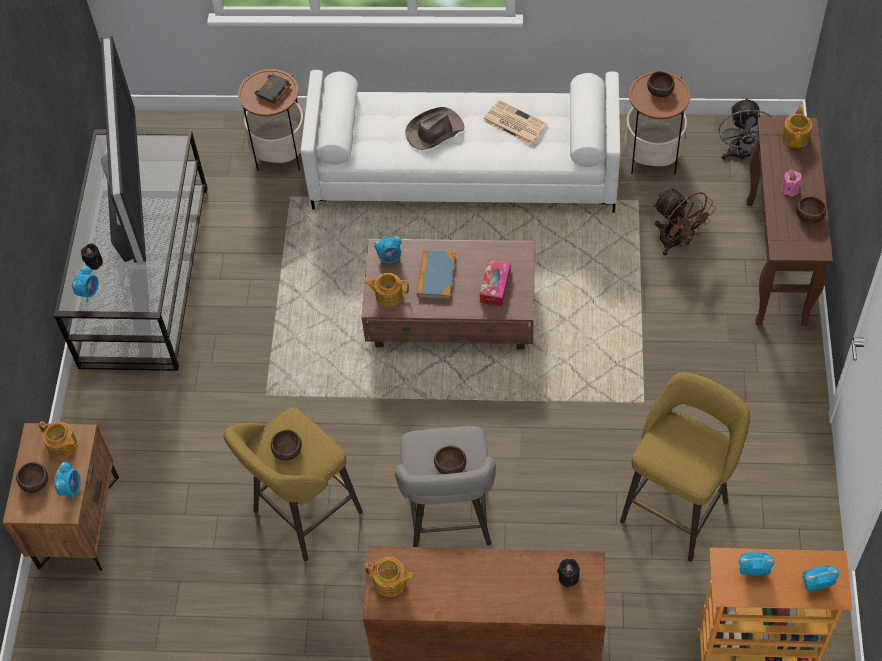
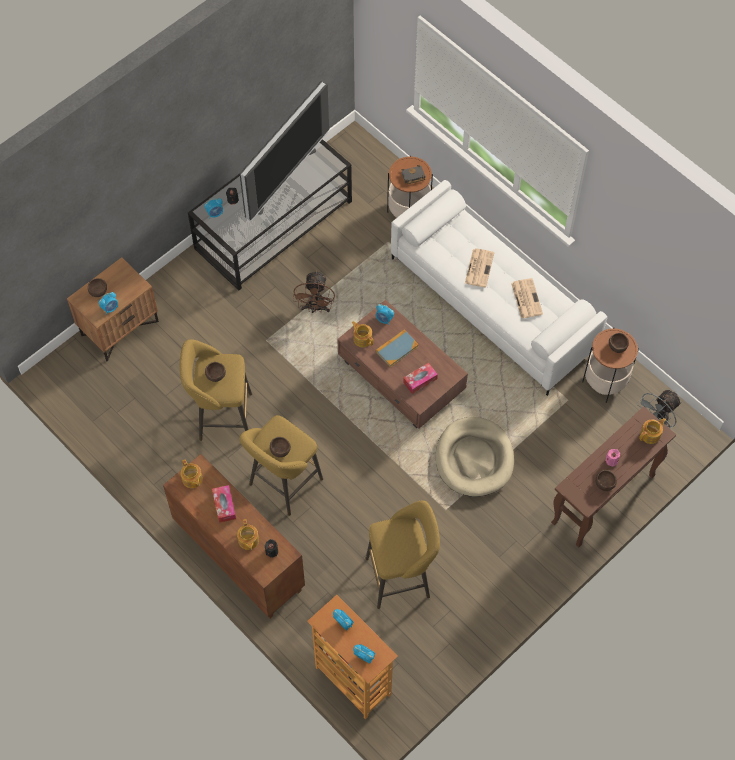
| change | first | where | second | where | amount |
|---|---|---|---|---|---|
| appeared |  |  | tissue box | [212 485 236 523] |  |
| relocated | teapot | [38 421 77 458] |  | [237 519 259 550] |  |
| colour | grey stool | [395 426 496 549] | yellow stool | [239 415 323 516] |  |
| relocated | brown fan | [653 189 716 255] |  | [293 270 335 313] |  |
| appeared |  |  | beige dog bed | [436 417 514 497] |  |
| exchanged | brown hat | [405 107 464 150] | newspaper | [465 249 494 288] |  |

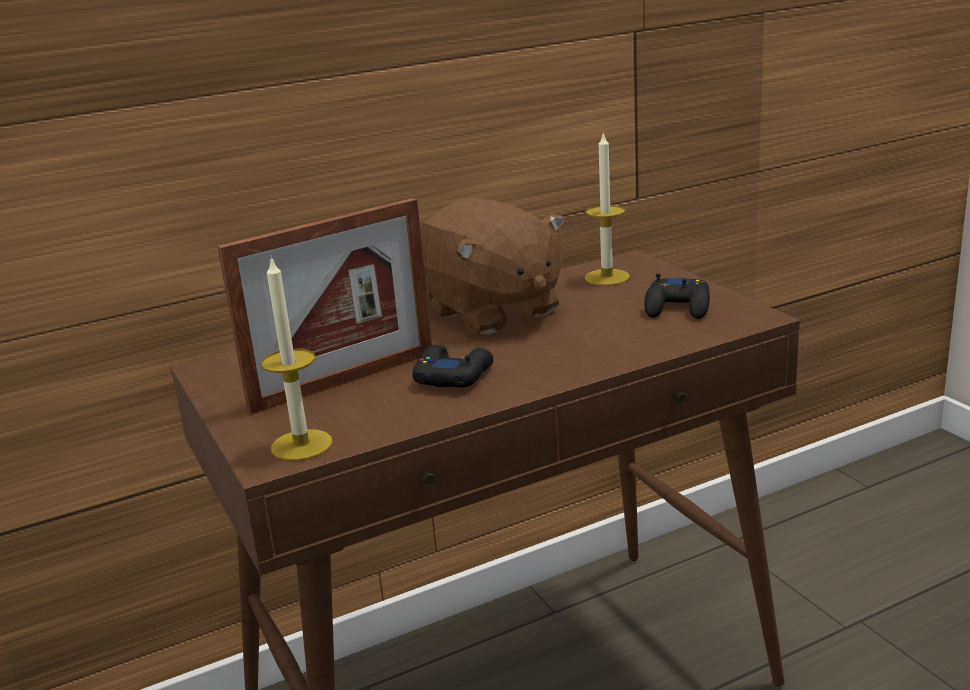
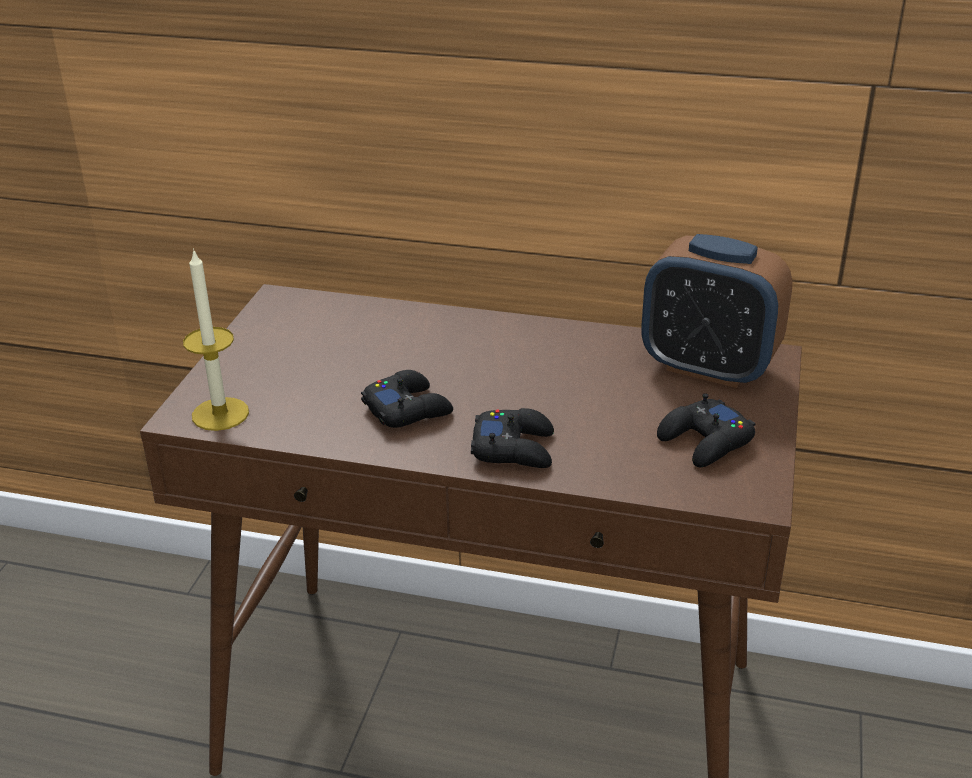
| change | first | where | second | where | amount |
|---|---|---|---|---|---|
| appeared |  |  | black game controller | [471 408 554 468] |  |
| exchanged | candle | [584 131 630 286] | alarm clock | [641 234 792 388] |  |
| missing | picture frame | [217 198 432 414] |  |  |  |
| missing | brown plush toy | [420 198 565 335] |  |  |  |

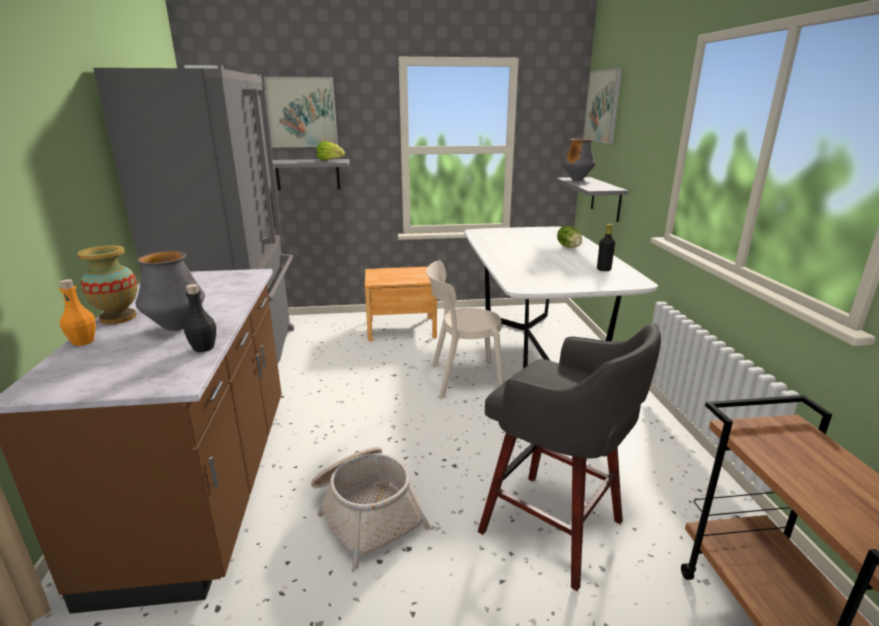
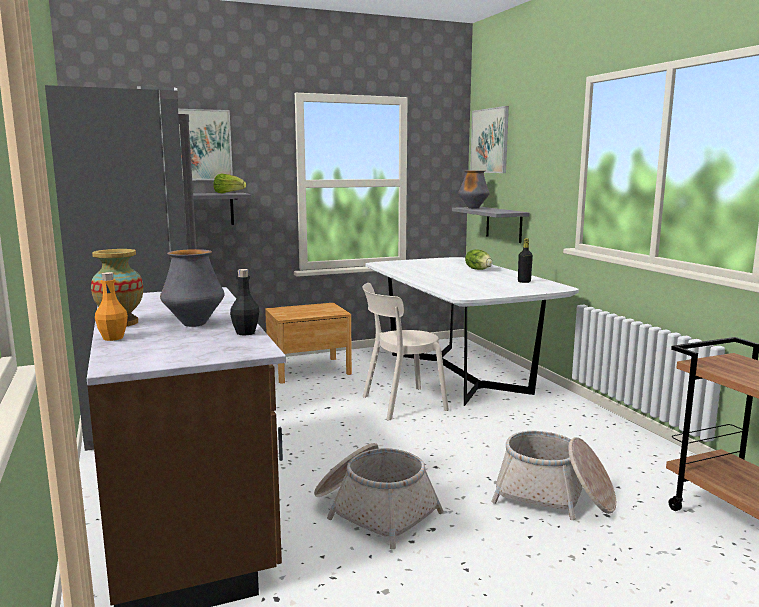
| change | first | where | second | where | amount |
|---|---|---|---|---|---|
| exchanged | grey stool | [478 323 661 591] | basket | [491 431 616 520] |  |

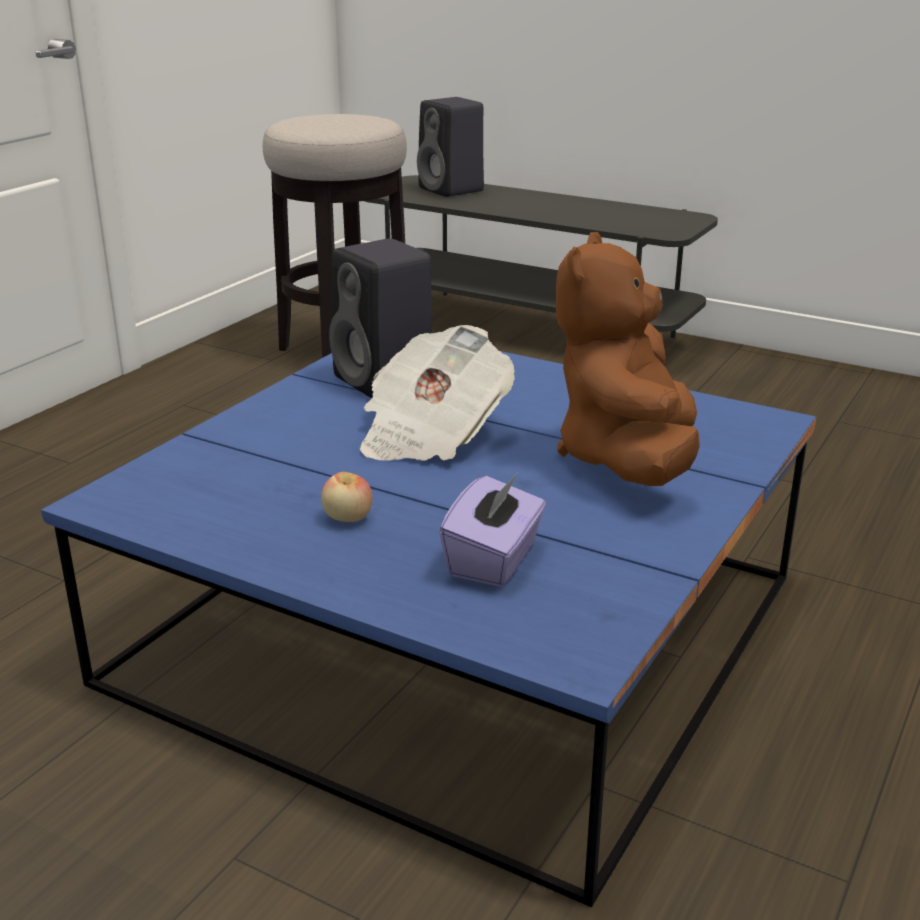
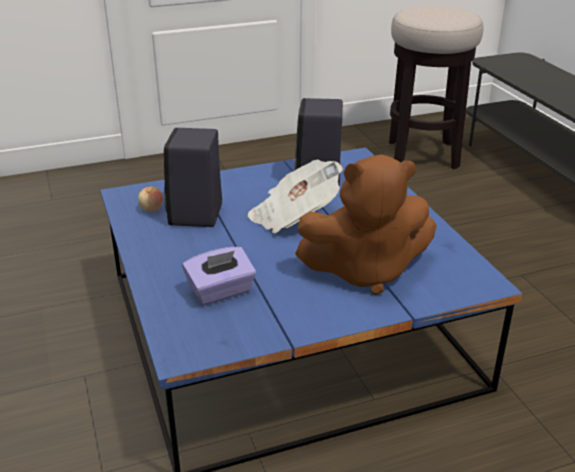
| change | first | where | second | where | amount |
|---|---|---|---|---|---|
| relocated | apple | [321 472 373 522] |  | [138 186 163 212] |  |
| relocated | black speaker | [417 97 484 197] |  | [164 128 222 227] |  |
| spun | brown plush toy | [556 232 700 486] |  | [295 154 437 295] | 150 degrees counterclockwise |

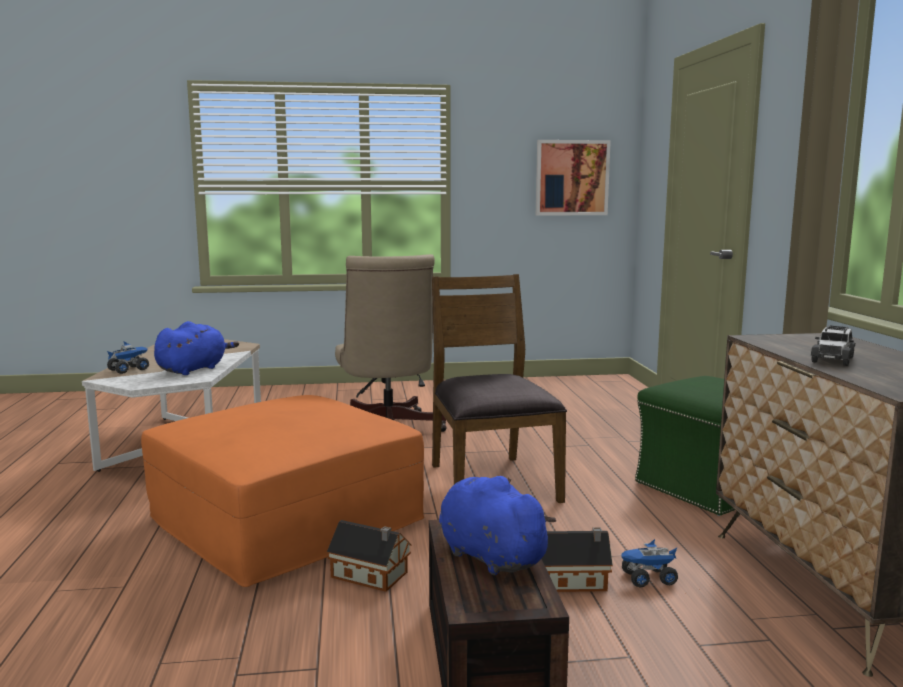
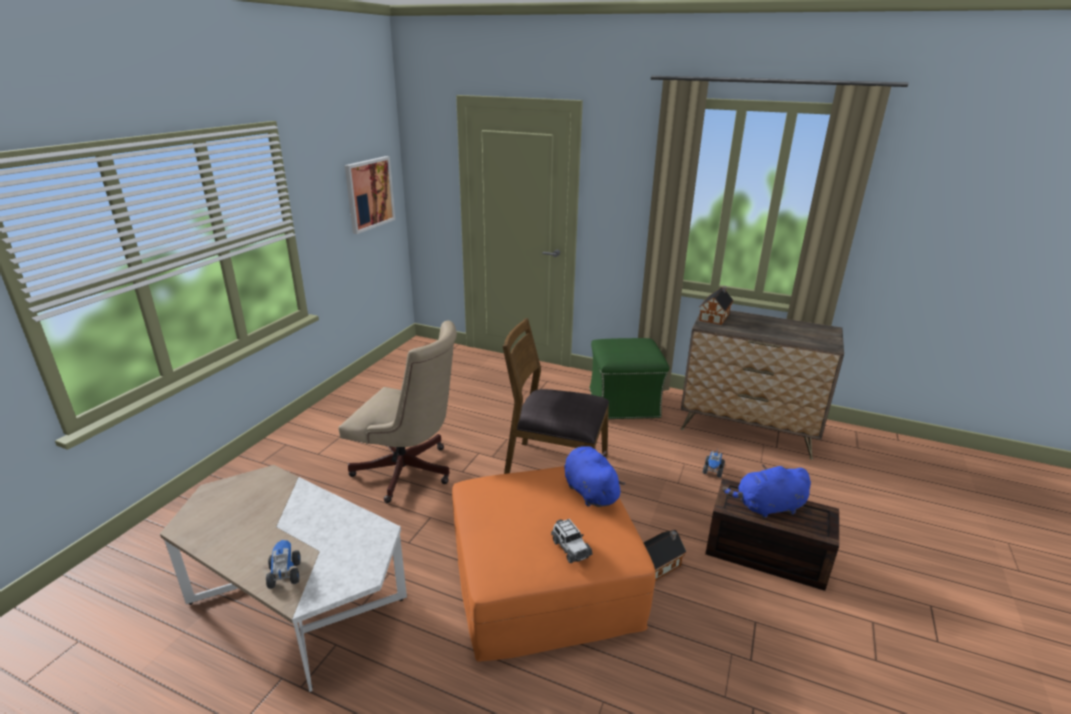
| change | first | where | second | where | amount |
|---|---|---|---|---|---|
| relocated | toy car | [811 325 855 366] |  | [551 519 592 563] |  |
| relocated | blue plush toy | [154 321 239 375] |  | [564 446 625 507] |  |
| relocated | toy house | [542 527 613 592] |  | [699 286 734 325] |  |

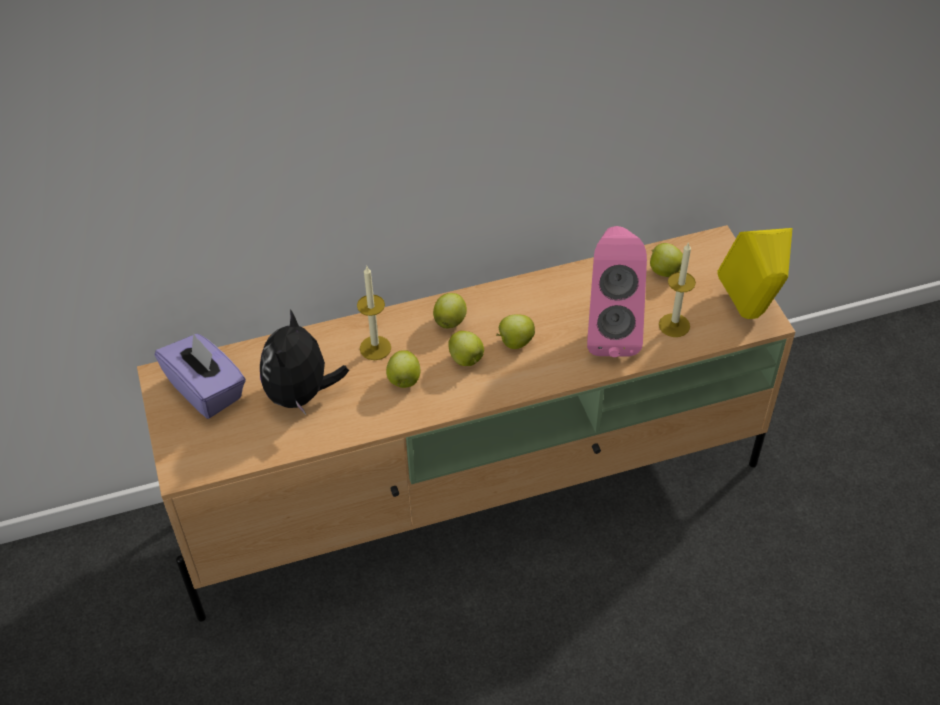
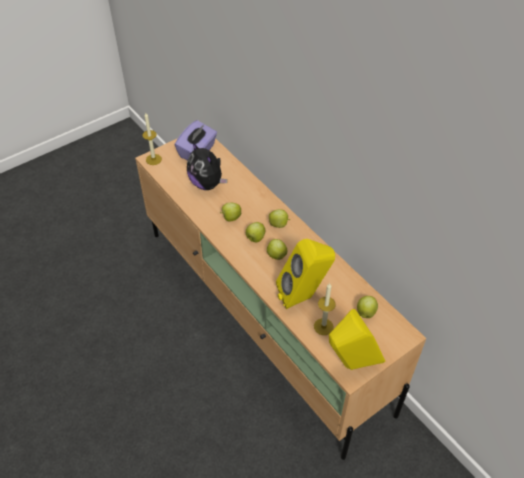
| change | first | where | second | where | amount |
|---|---|---|---|---|---|
| relocated | candle | [357 266 391 360] |  | [142 113 162 165] |  |
| spun | plush toy | [260 309 349 415] |  | [187 142 227 190] | 120 degrees counterclockwise |
| colour | pink speaker | [587 226 647 357] | yellow speaker | [276 239 335 309] |  |

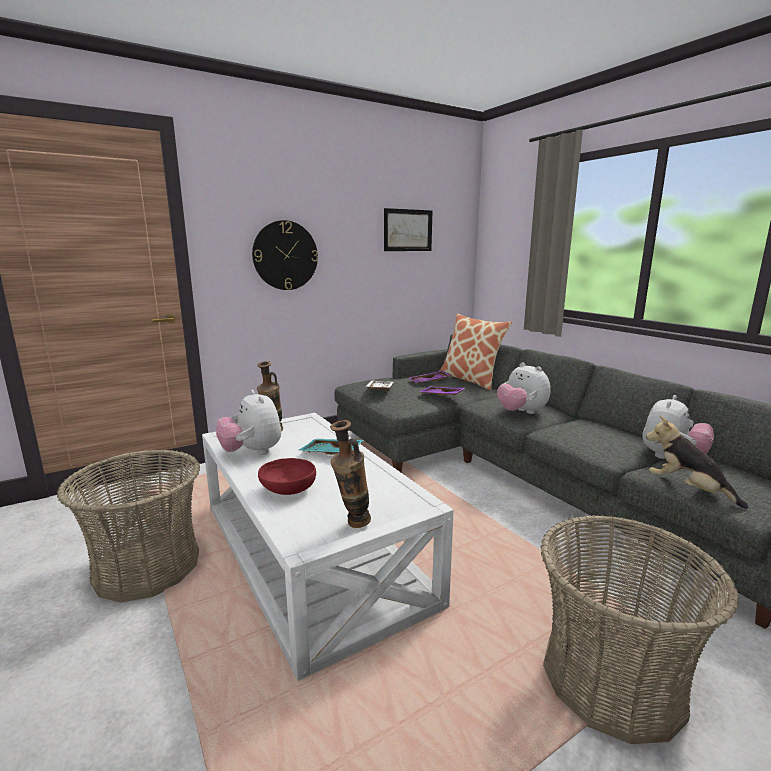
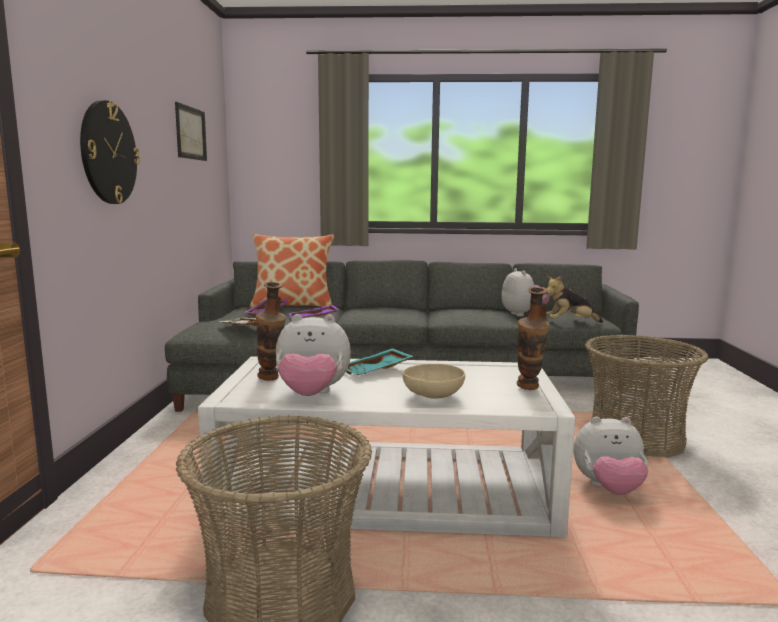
| change | first | where | second | where | amount |
|---|---|---|---|---|---|
| colour | red bowl | [258 458 316 495] | beige bowl | [403 364 465 399] |  |
| relocated | plush toy | [497 362 551 414] |  | [573 417 648 495] |  |

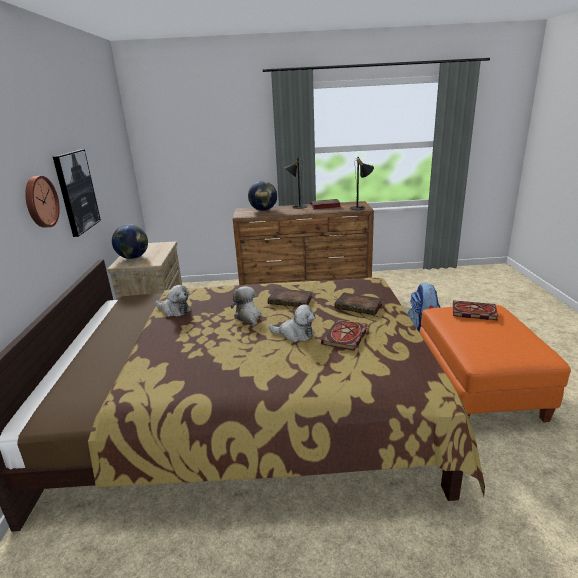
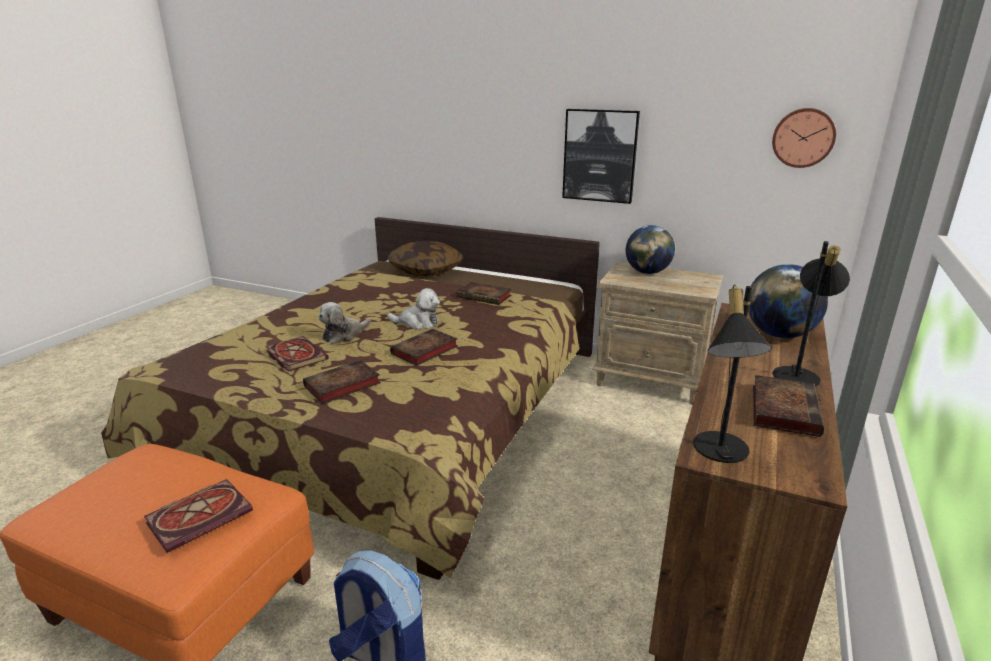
| change | first | where | second | where | amount |
|---|---|---|---|---|---|
| appeared |  |  | pillow | [387 241 464 276] |  |
| exchanged | plush toy | [156 285 191 317] | book | [457 282 512 305] |  |
| relocated | wall clock | [25 176 60 228] |  | [772 108 836 168] |  |

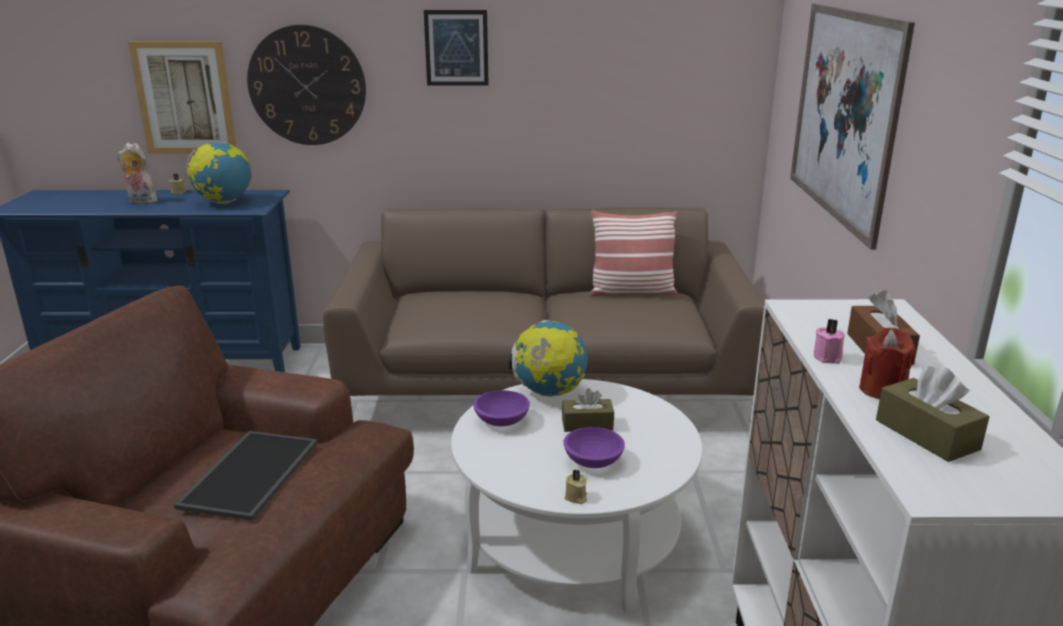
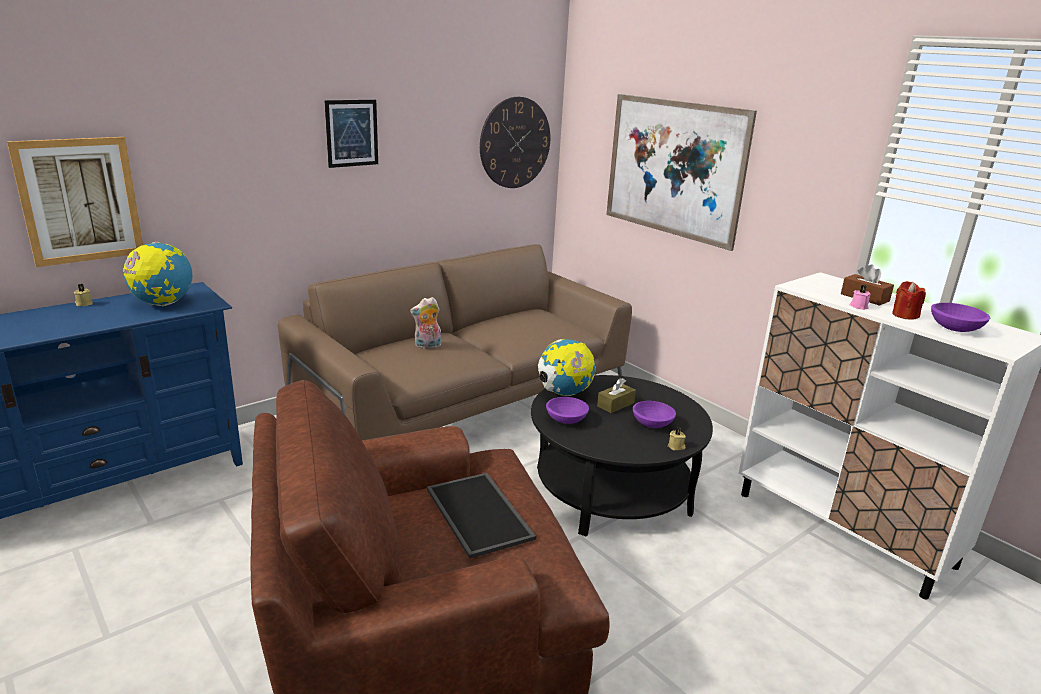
| change | first | where | second | where | amount |
|---|---|---|---|---|---|
| relocated | plush toy | [117 143 158 204] |  | [410 297 441 349] |  |
| relocated | wall clock | [247 25 366 145] |  | [480 97 550 188] |  |
| colour | white coffee table | [451 379 703 613] | black coffee table | [531 375 713 537] |  |
| exchanged | brown tissue box | [876 366 989 462] | purple bowl | [931 303 990 332] |  |
| missing | pillow | [589 210 678 296] |  |  |  |

